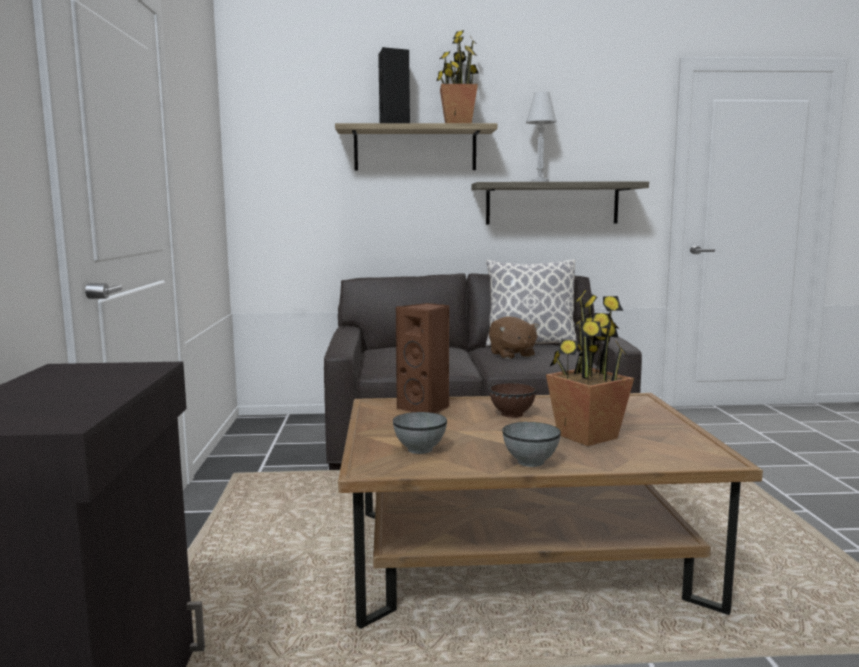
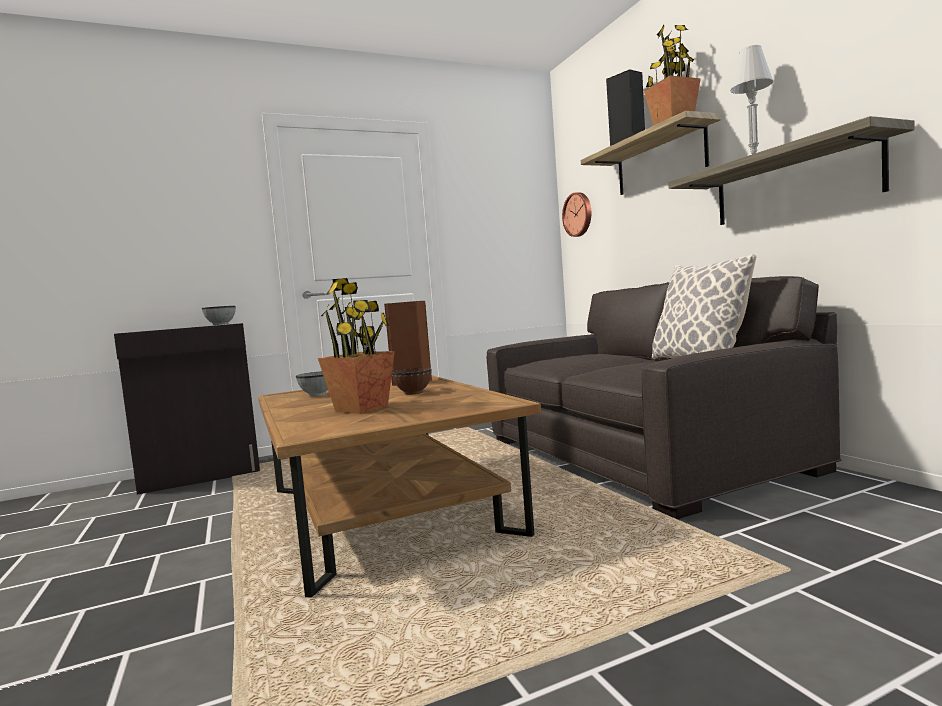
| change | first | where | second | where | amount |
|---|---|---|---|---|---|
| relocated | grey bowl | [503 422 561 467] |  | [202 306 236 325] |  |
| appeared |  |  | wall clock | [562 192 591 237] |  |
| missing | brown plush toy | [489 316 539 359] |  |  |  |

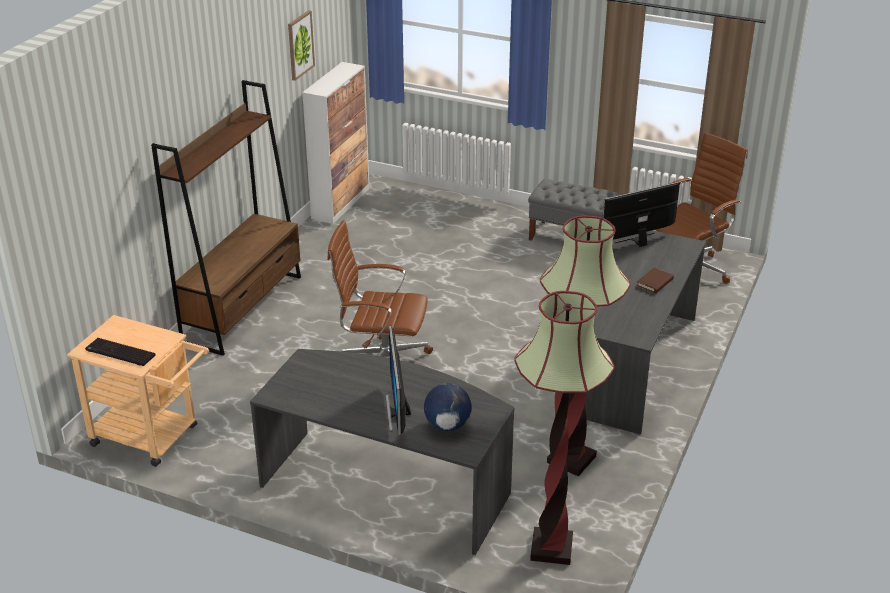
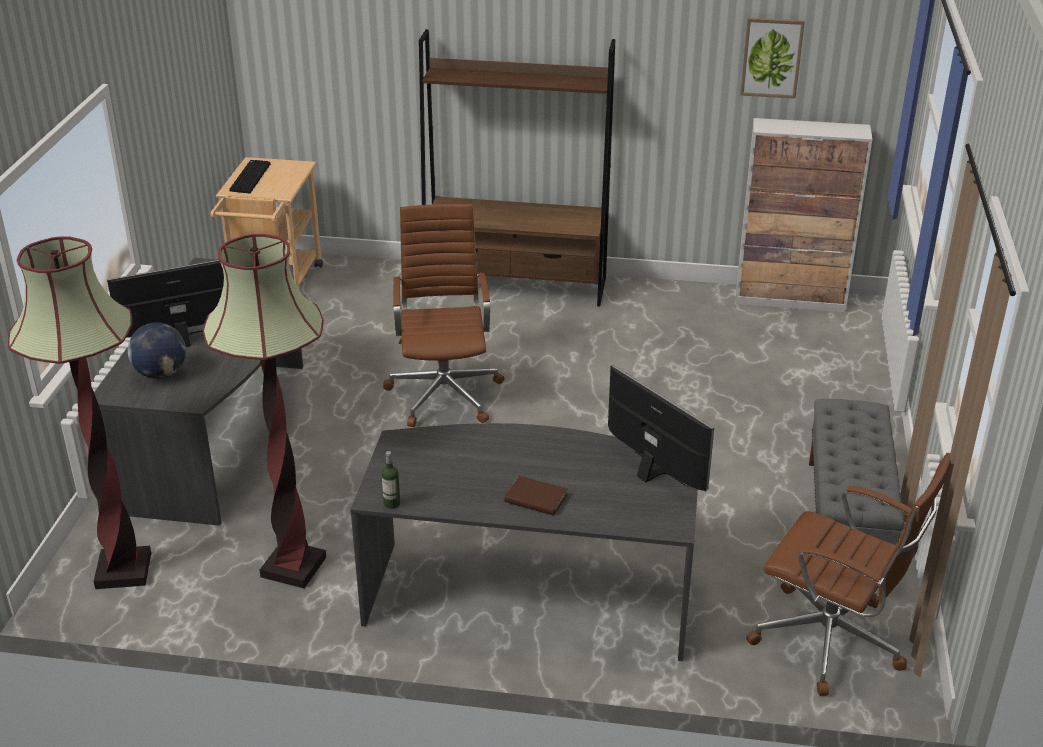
| change | first | where | second | where | amount |
|---|---|---|---|---|---|
| appeared |  |  | bottle | [381 451 400 509] |  |

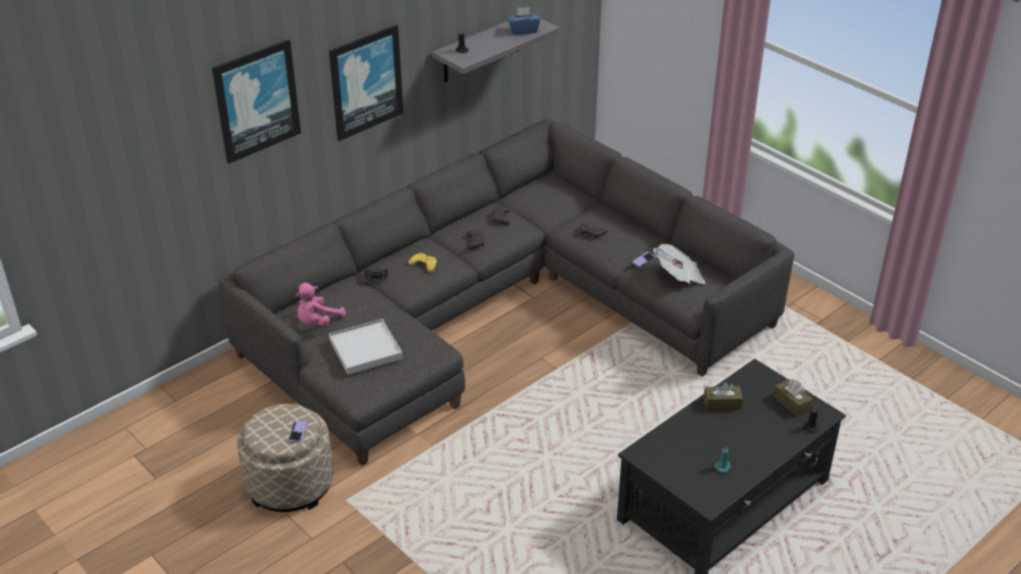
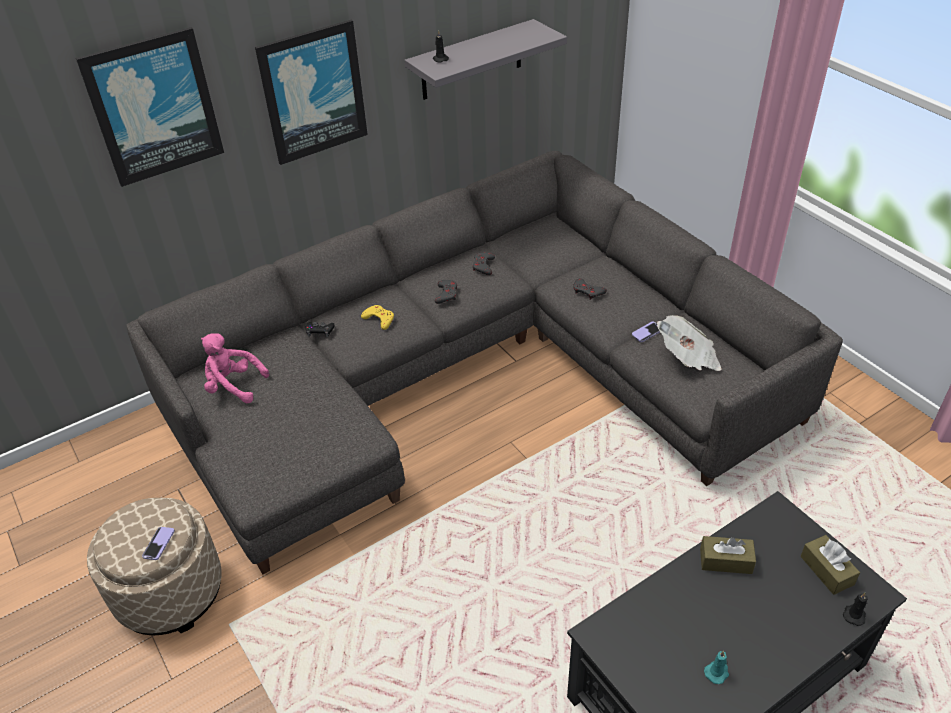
| change | first | where | second | where | amount |
|---|---|---|---|---|---|
| spun | pink plush toy | [295 283 346 326] |  | [201 333 269 403] | 60 degrees clockwise |
| missing | white tray | [329 319 403 375] |  |  |  |
| missing | blue tissue box | [507 7 540 35] |  |  |  |

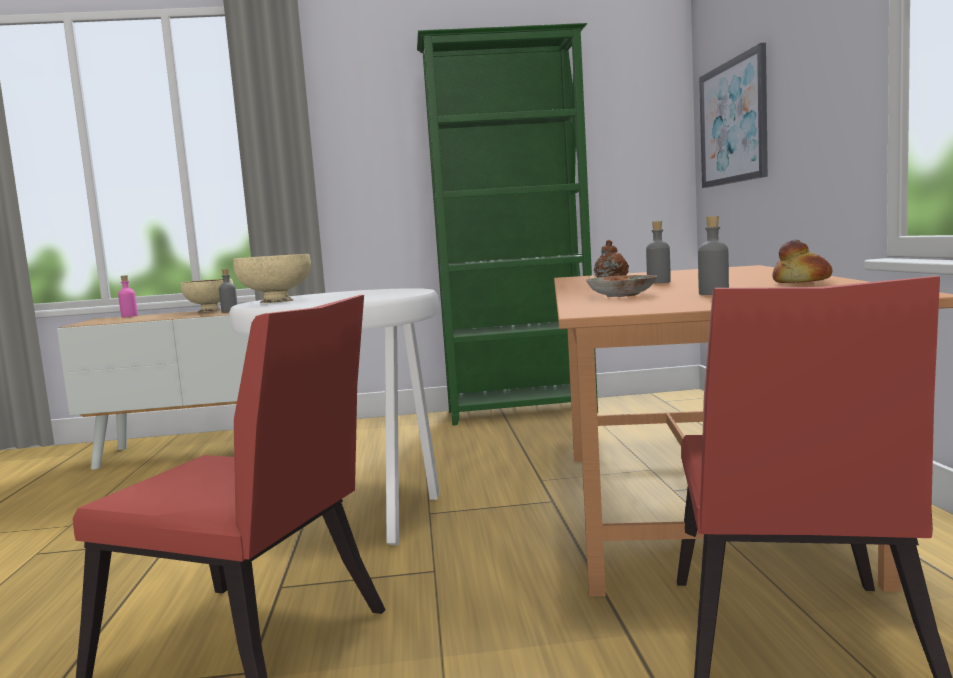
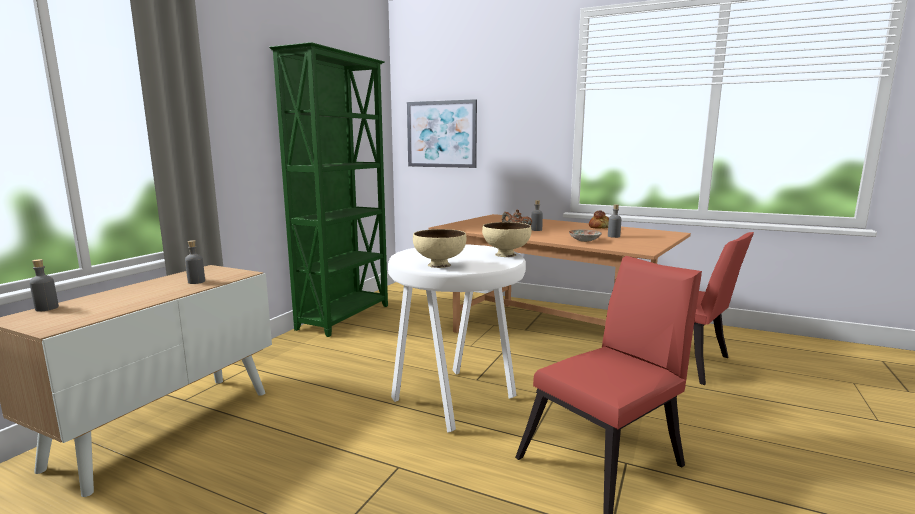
| change | first | where | second | where | amount |
|---|---|---|---|---|---|
| colour | pink bottle | [118 275 138 317] | grey bottle | [29 259 59 311] |  |
| relocated | beige bowl | [181 279 234 312] |  | [482 222 532 257] |  |

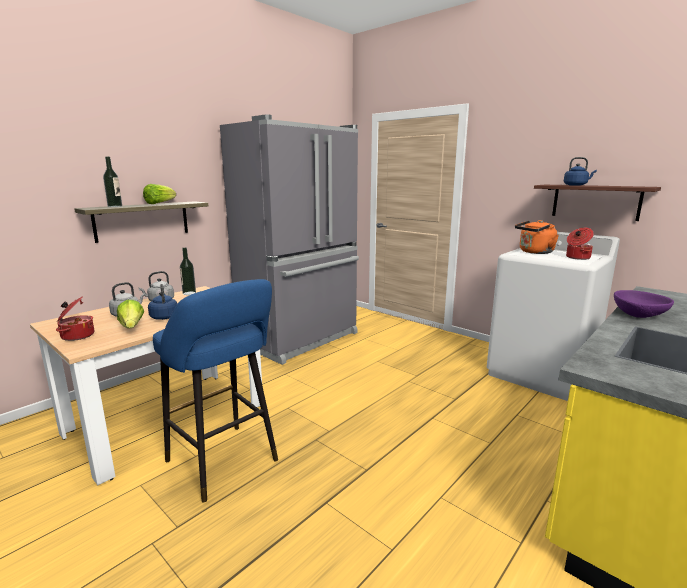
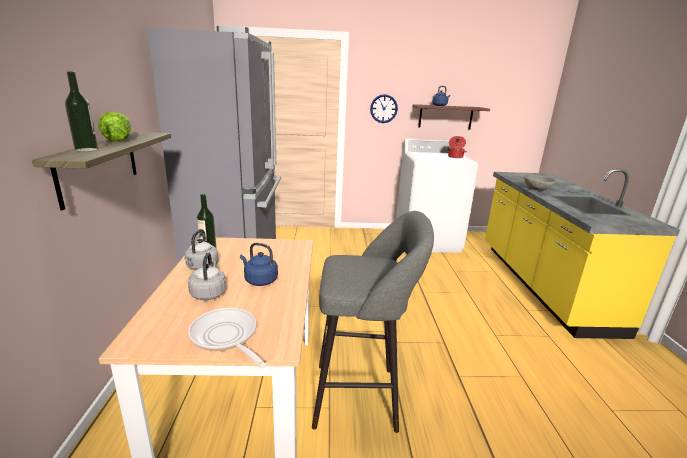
| change | first | where | second | where | amount |
|---|---|---|---|---|---|
| exchanged | cooking pot | [56 296 94 341] | frying pan | [188 308 267 369] |  |
| colour | blue stool | [153 279 278 503] | grey stool | [312 211 434 433] |  |
| appeared |  |  | wall clock | [370 94 398 123] |  |
| colour | purple bowl | [614 290 674 318] | grey bowl | [524 175 556 190] |  |
| missing | lettuce | [117 300 144 329] |  |  |  |
| missing | orange kettle | [515 220 559 254] |  |  |  |

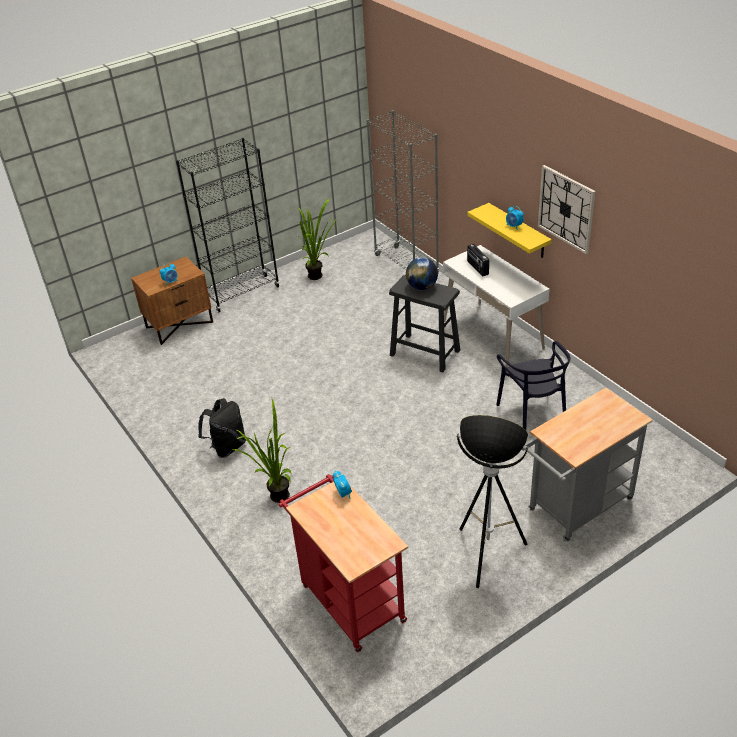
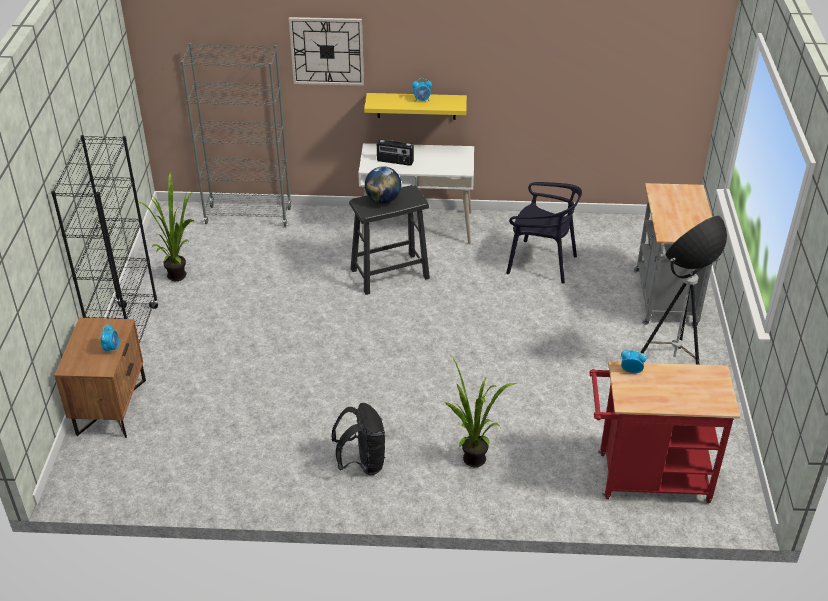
| change | first | where | second | where | amount |
|---|---|---|---|---|---|
| relocated | wall clock | [538 165 596 254] |  | [289 17 364 86] |  |

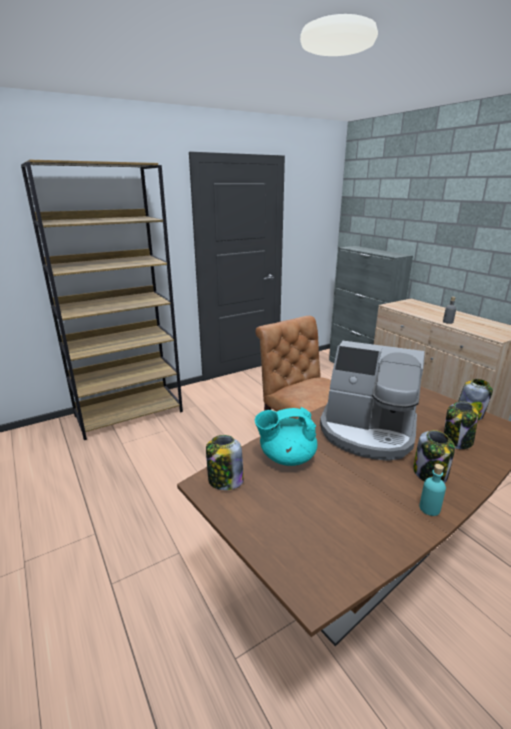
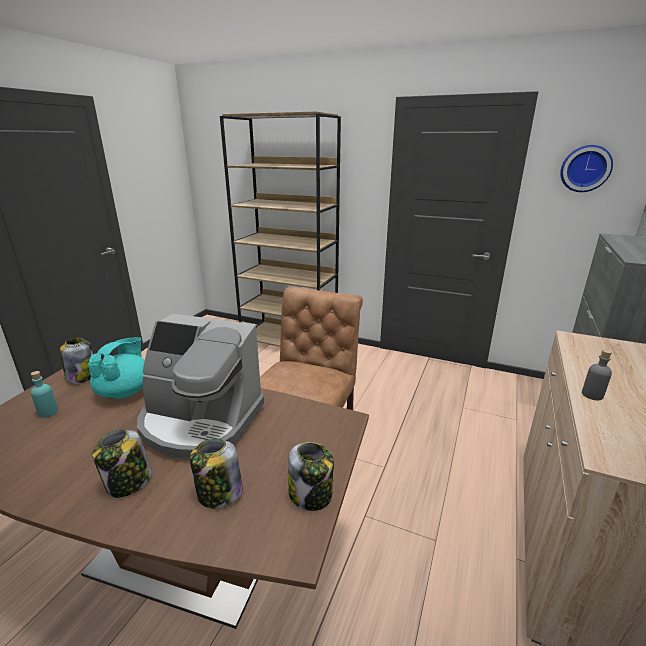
| change | first | where | second | where | amount |
|---|---|---|---|---|---|
| relocated | turquoise bottle | [420 464 446 516] |  | [31 371 58 418] |  |
| spun | turquoise teapot | [255 407 317 466] |  | [88 337 145 399] | 60 degrees clockwise |
| spun | coffee machine | [320 341 425 461] |  | [137 314 264 460] | 60 degrees counterclockwise |
| appeared |  |  | wall clock | [560 145 613 192] |  |

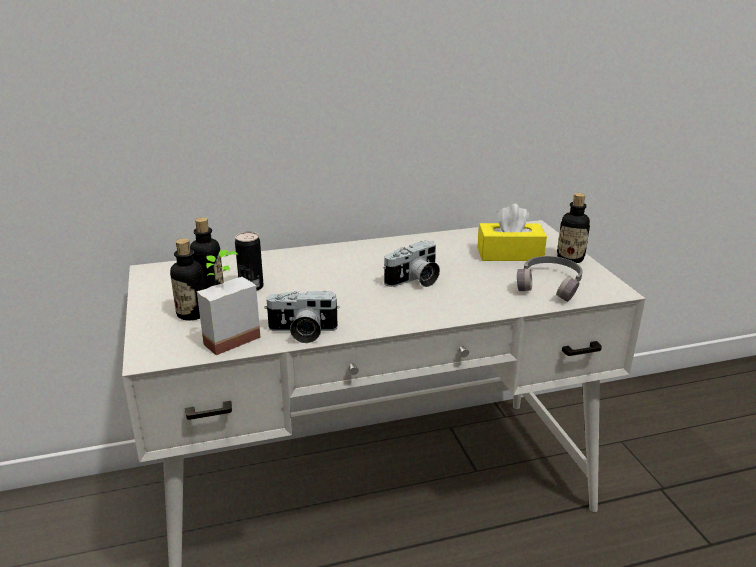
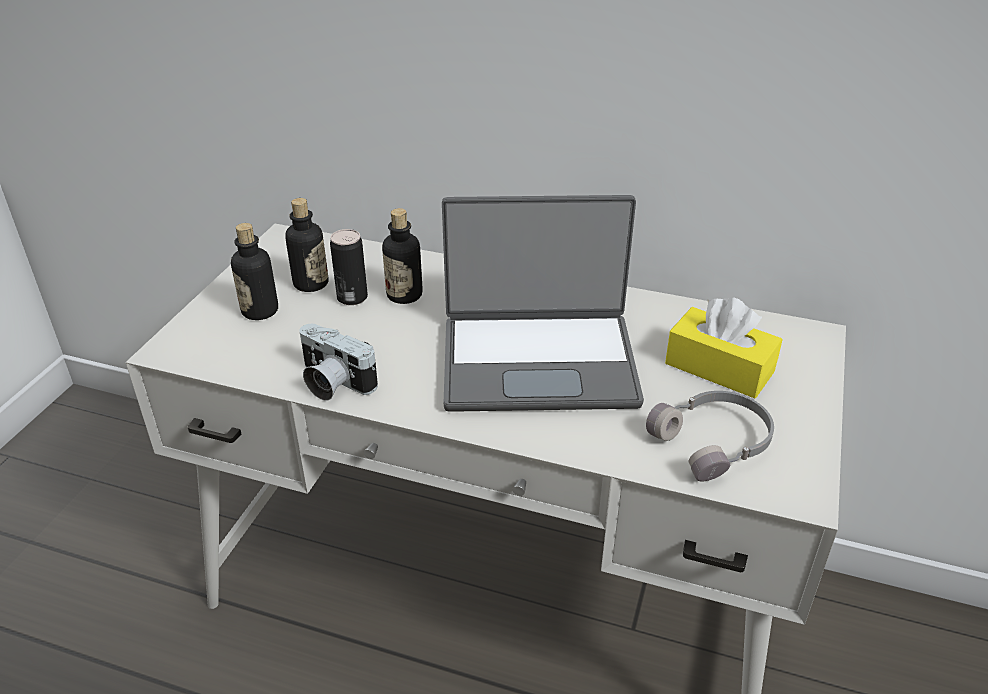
| change | first | where | second | where | amount |
|---|---|---|---|---|---|
| relocated | bottle | [557 193 590 263] |  | [382 208 423 304] |  |
| exchanged | photo camera | [384 240 440 287] | laptop | [442 195 644 412] |  |
| missing | potted plant | [197 250 261 355] |  |  |  |

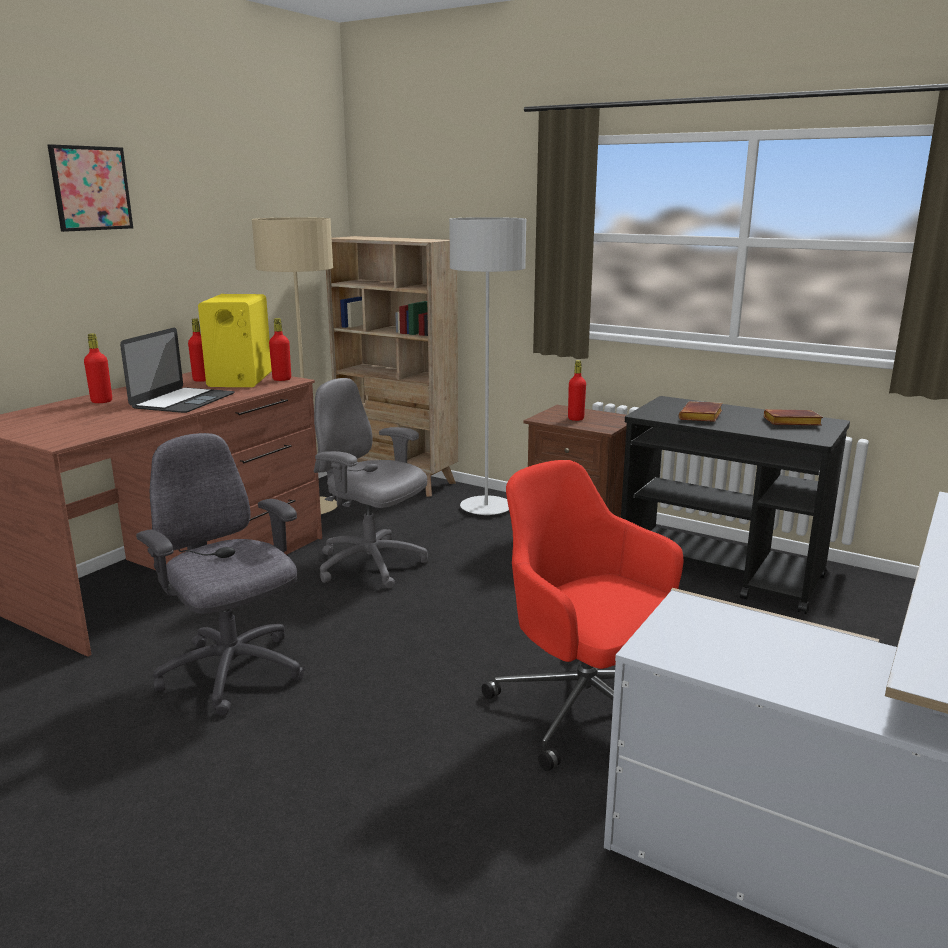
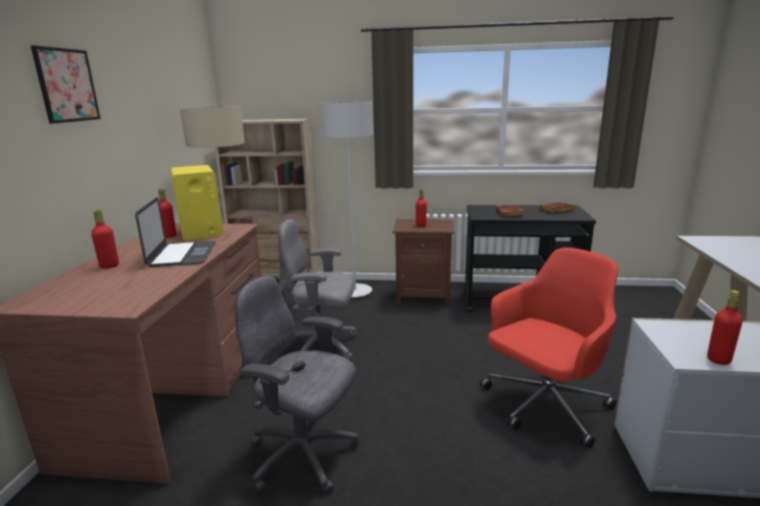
| change | first | where | second | where | amount |
|---|---|---|---|---|---|
| spun | red office chair | [482 460 683 771] |  | [480 247 618 448] | 120 degrees clockwise |
| relocated | red bottle | [269 318 291 381] |  | [707 290 743 365] |  |

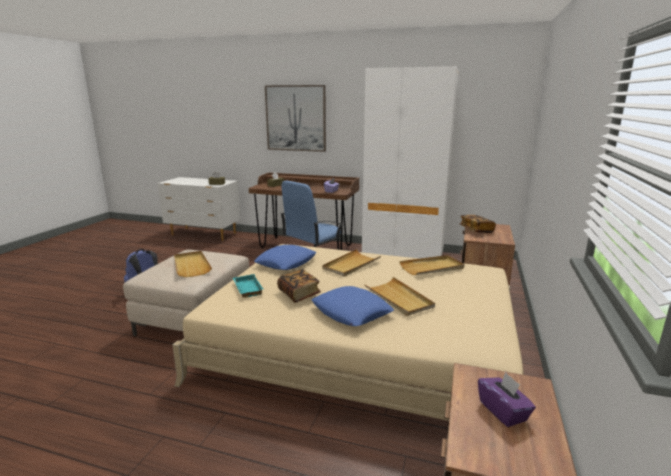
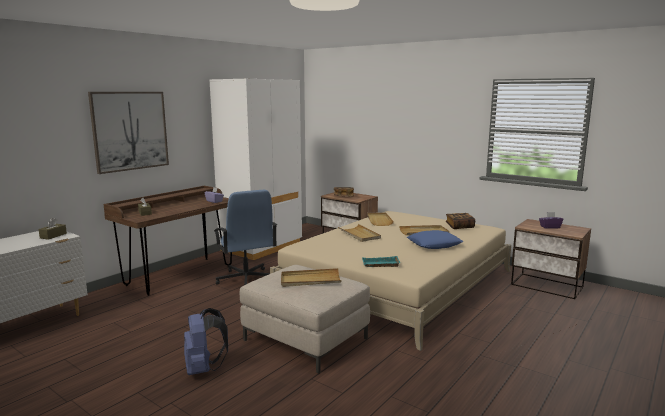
| change | first | where | second | where | amount |
|---|---|---|---|---|---|
| relocated | book | [277 269 321 303] |  | [446 213 475 229] |  |
| missing | blue pillow | [254 245 316 270] |  |  |  |

